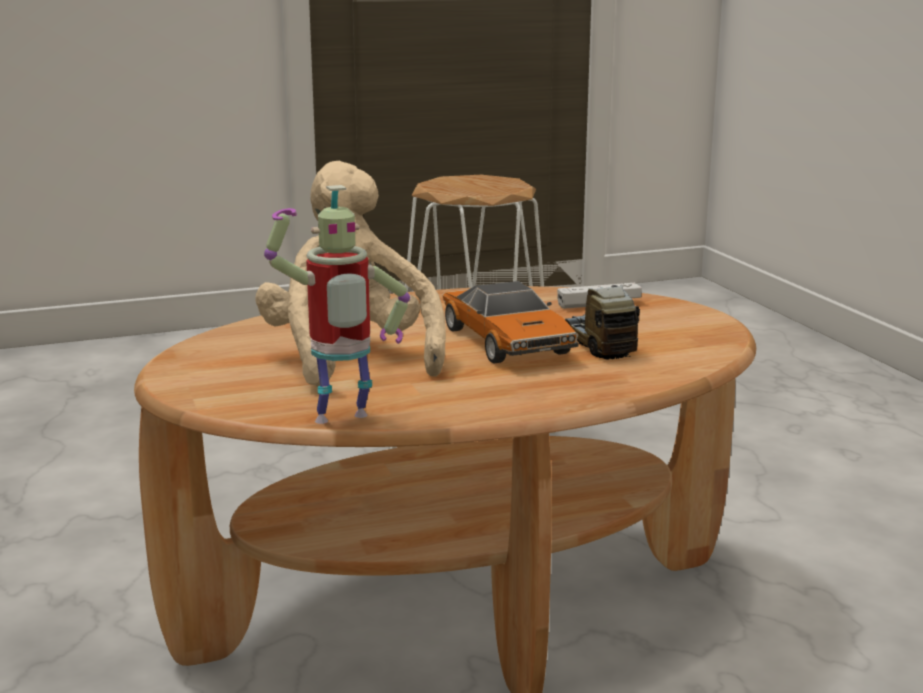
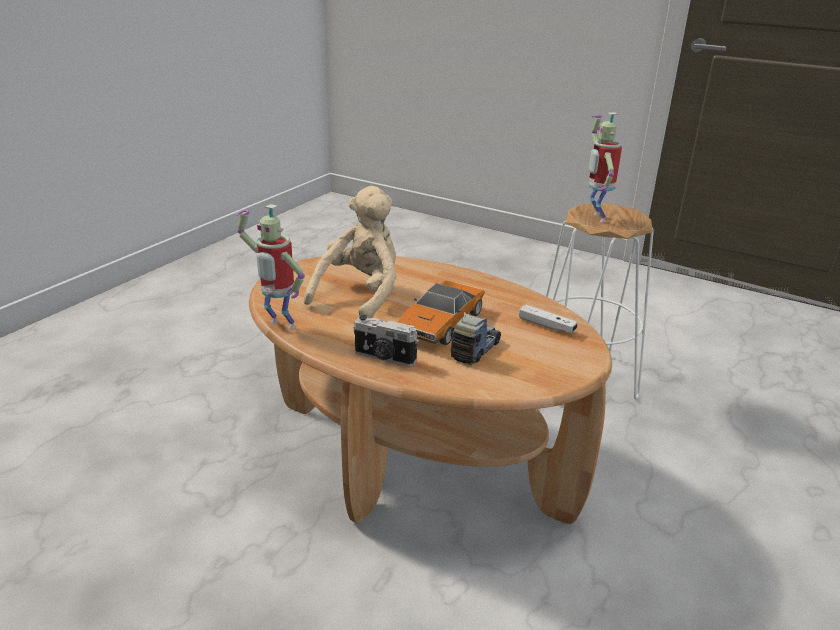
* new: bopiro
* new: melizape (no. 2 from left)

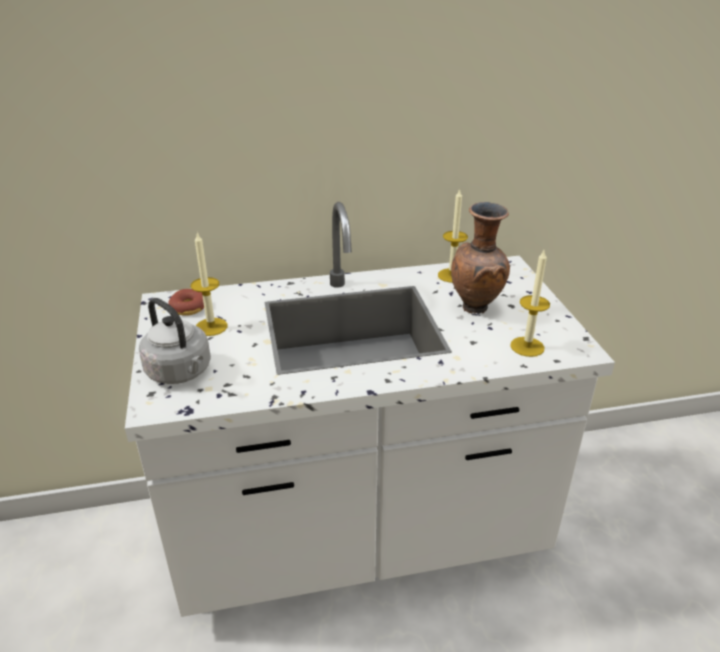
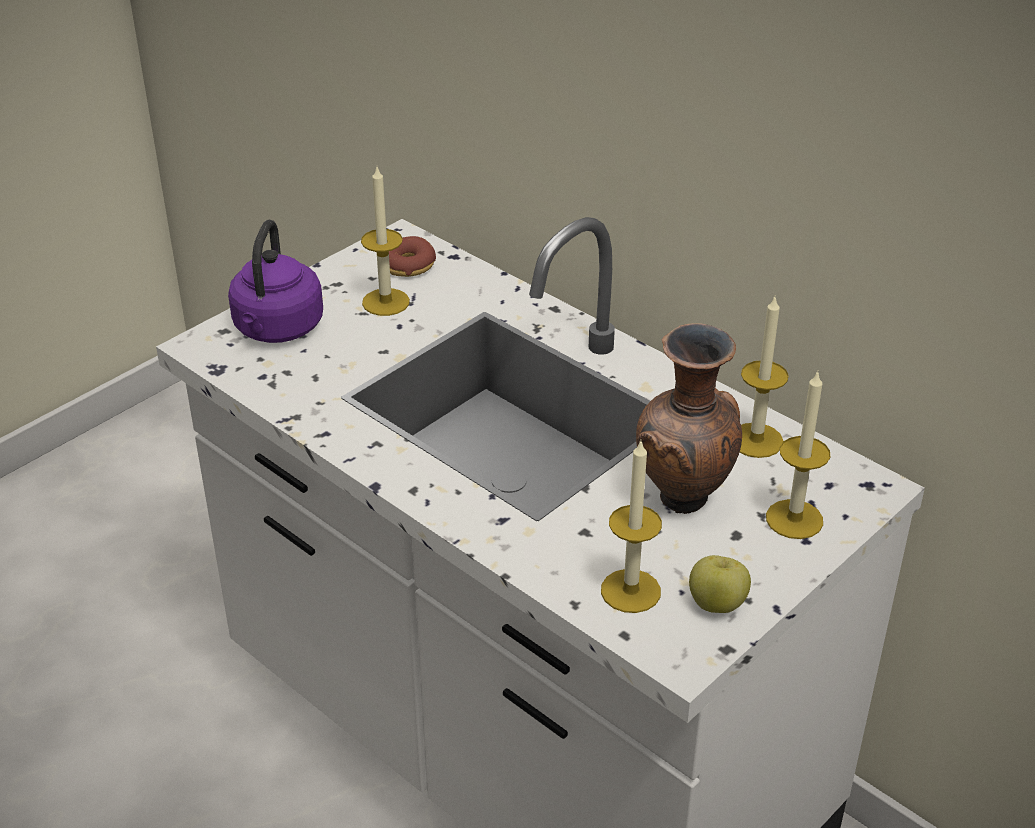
* new: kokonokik
* new: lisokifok (no. 4 from left)
* repainted: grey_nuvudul to purple_nuvudul

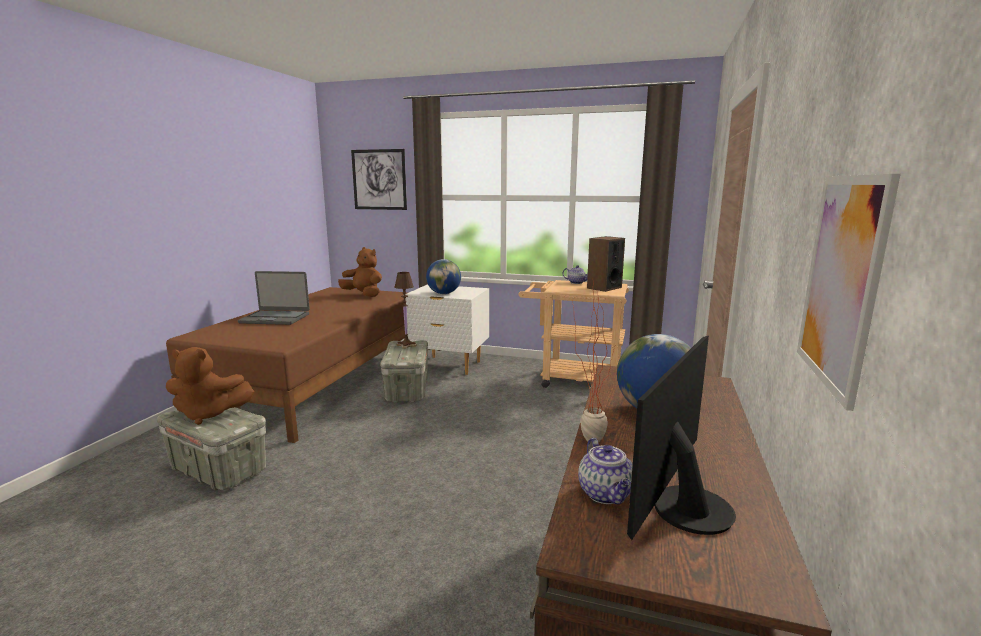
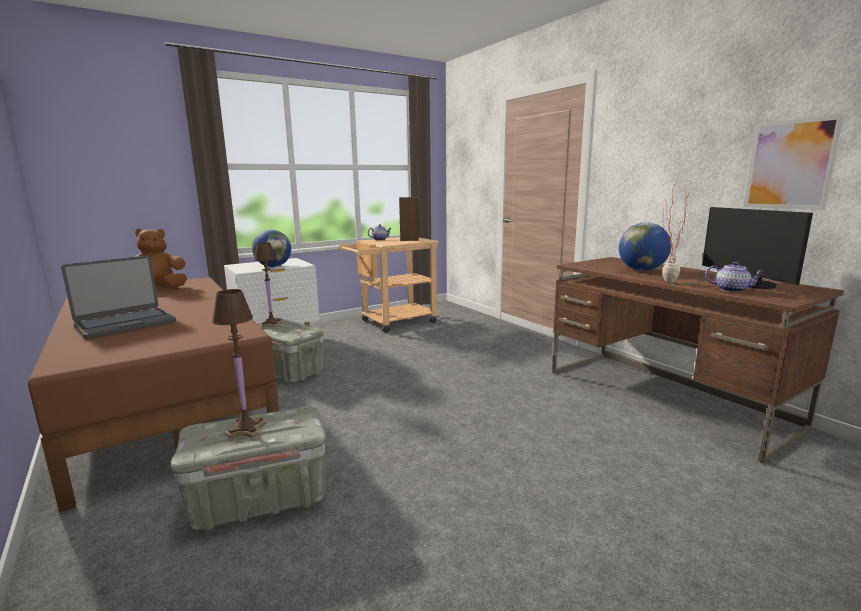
* gone: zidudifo (no. 1 from left)
* swapped: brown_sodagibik (no. 1 from left) to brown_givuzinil (no. 1 from left)

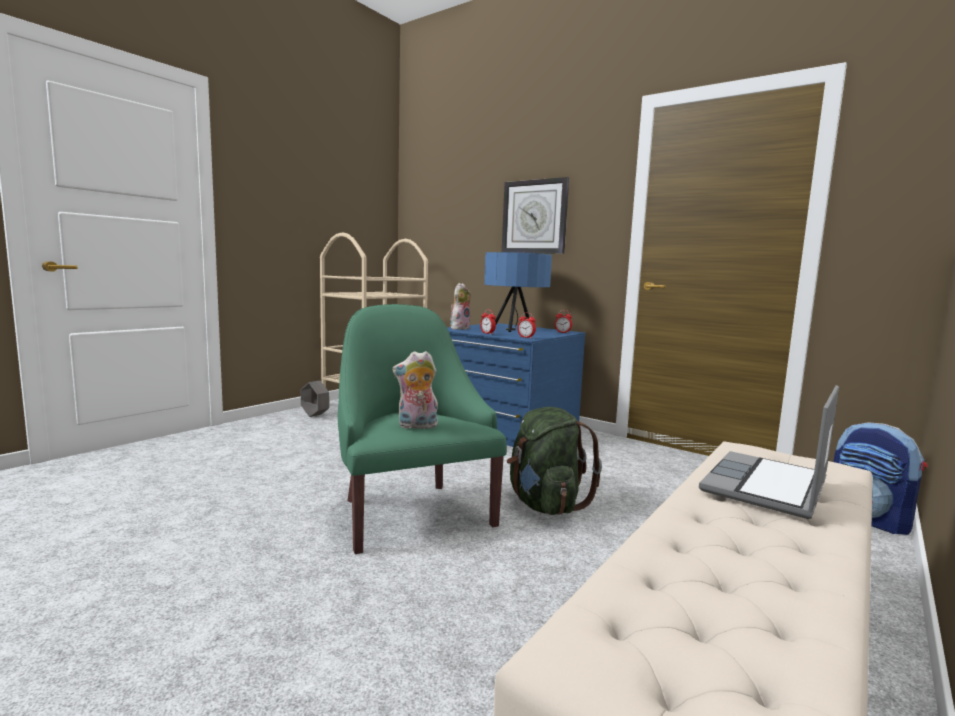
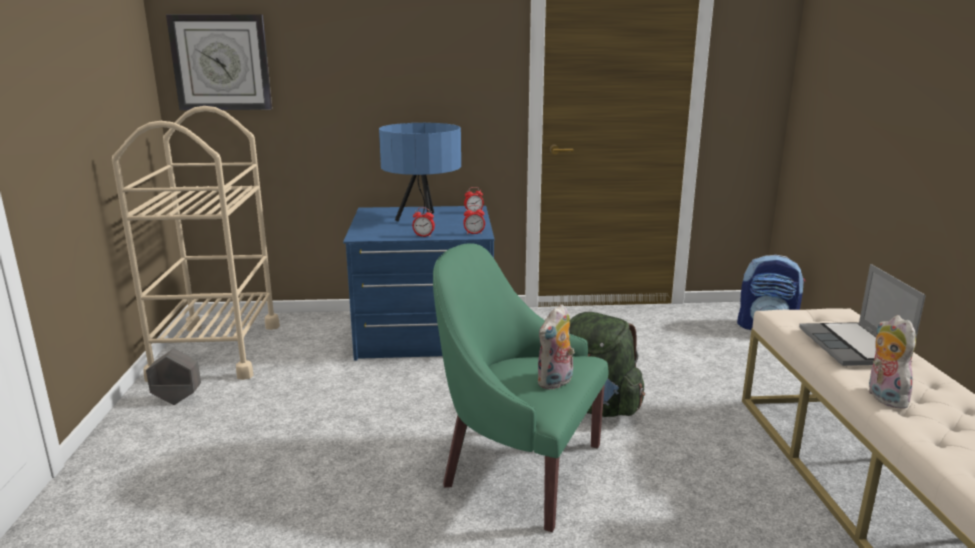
* shifted: sodagibik (no. 2 from left)
* shifted: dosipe

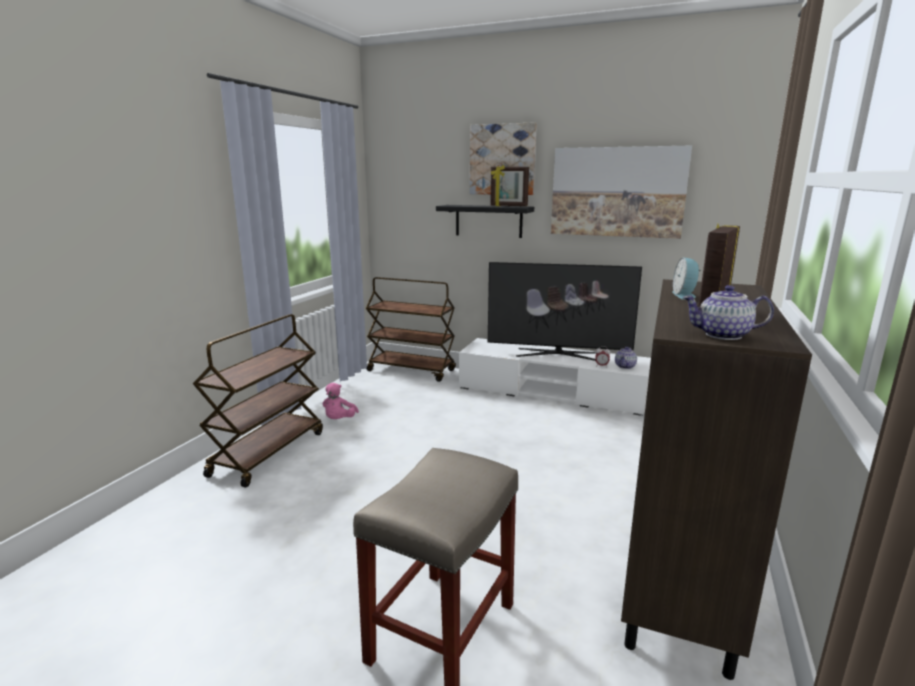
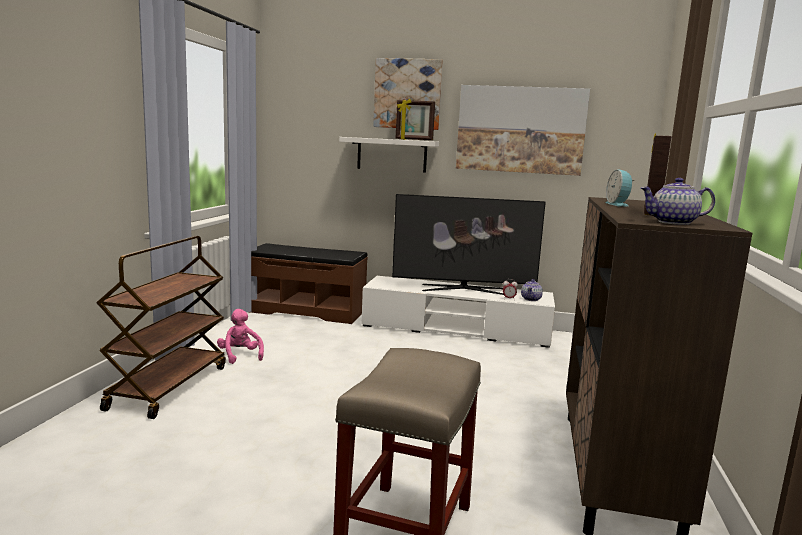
* swapped: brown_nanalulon (no. 2 from left) to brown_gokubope
* repainted: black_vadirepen to white_vadirepen
* rotated: pink_sodagibik 150 degrees clockwise

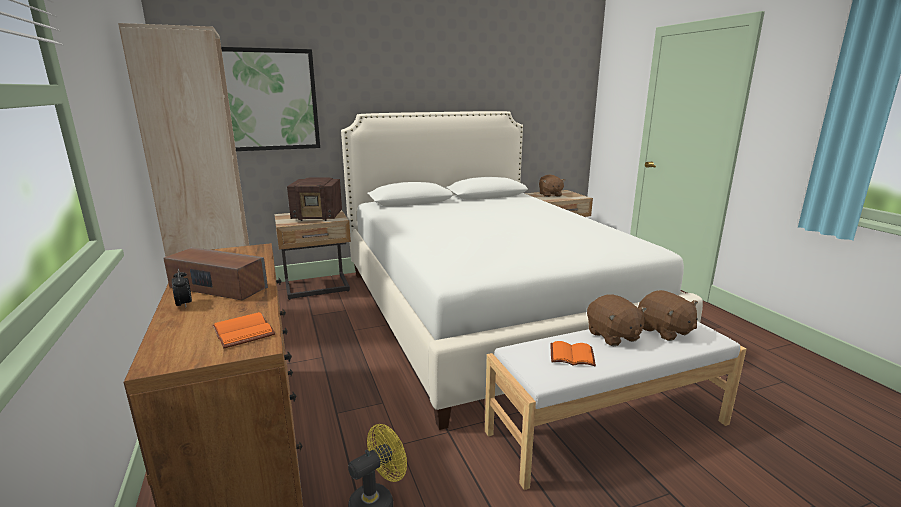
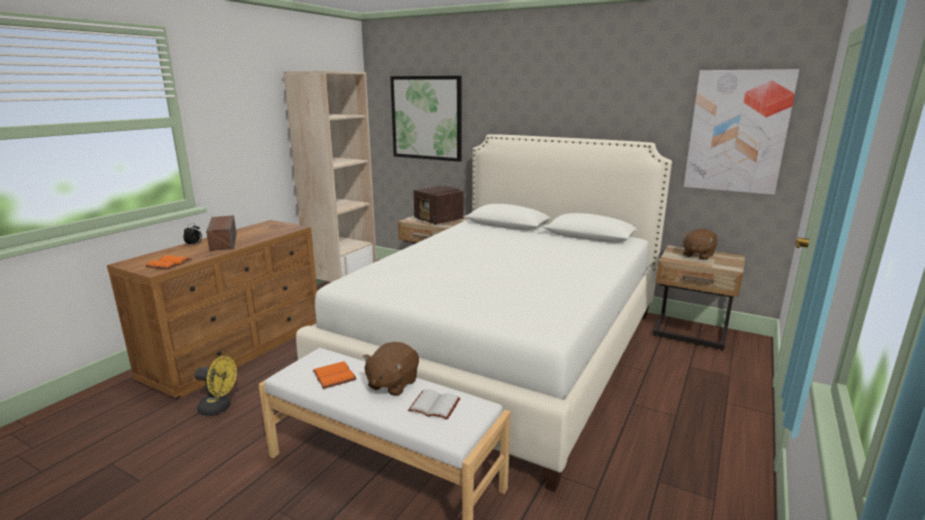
* new: zidudifo (no. 2 from left)
* swapped: brown_sodagibik (no. 3 from left) to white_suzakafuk

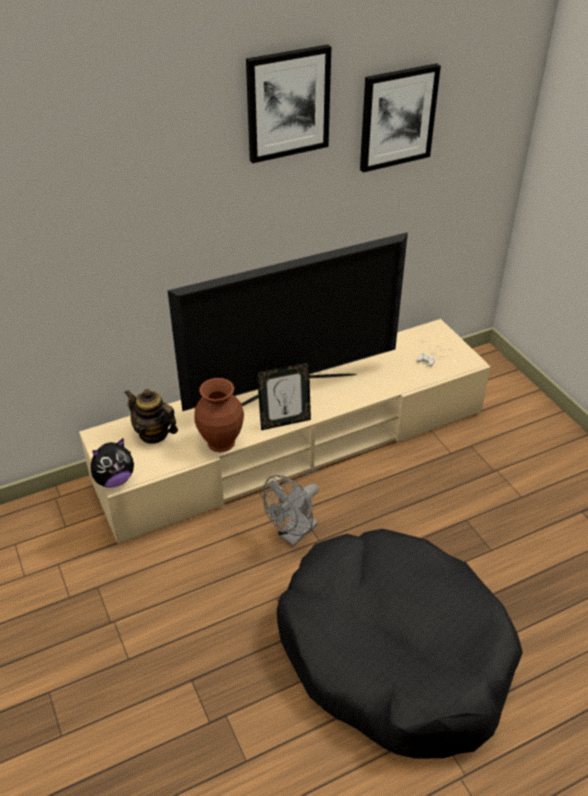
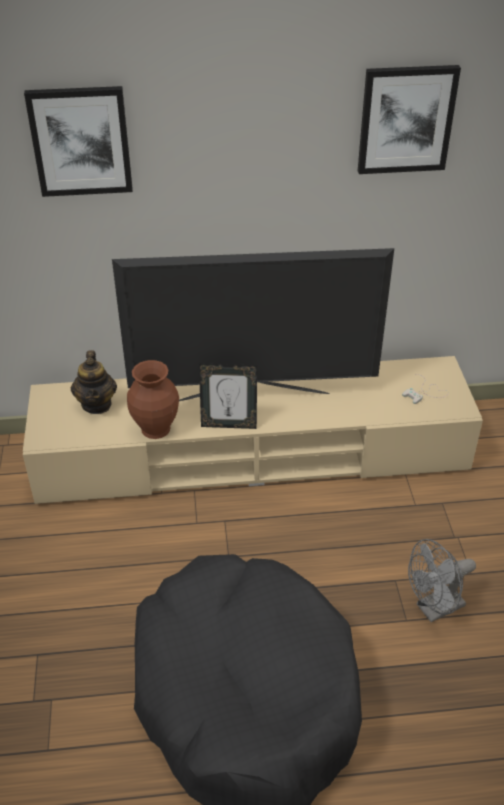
* gone: sodagibik
* shifted: zidudifo (no. 1 from left)
* shifted: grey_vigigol
* rotated: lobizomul 150 degrees counterclockwise

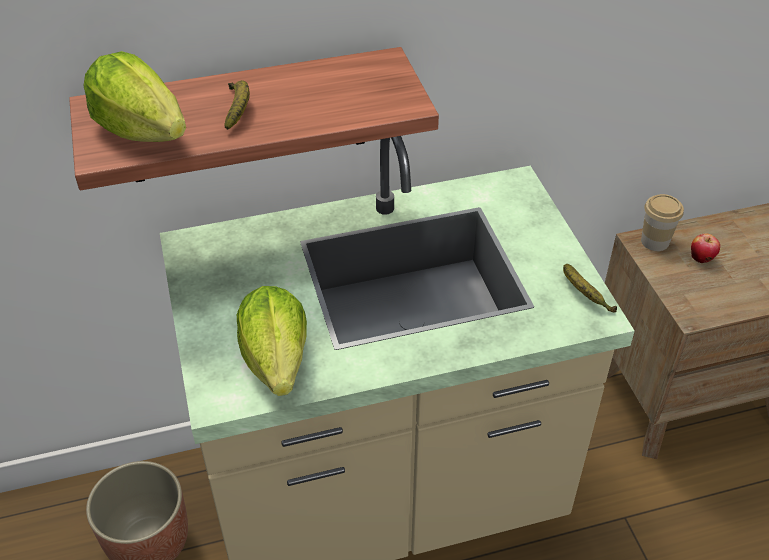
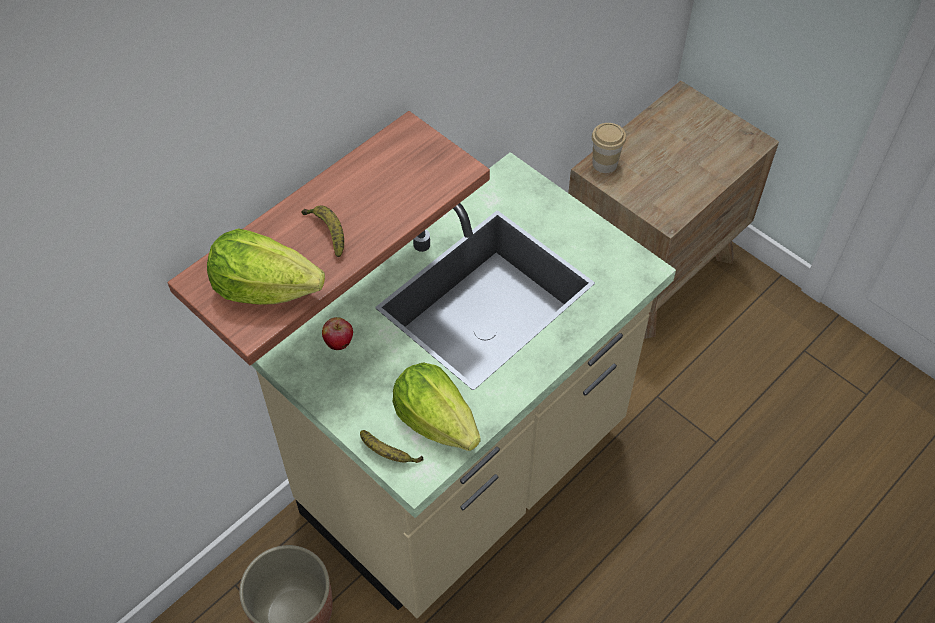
* shifted: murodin (no. 2 from left)
* shifted: kokonokik

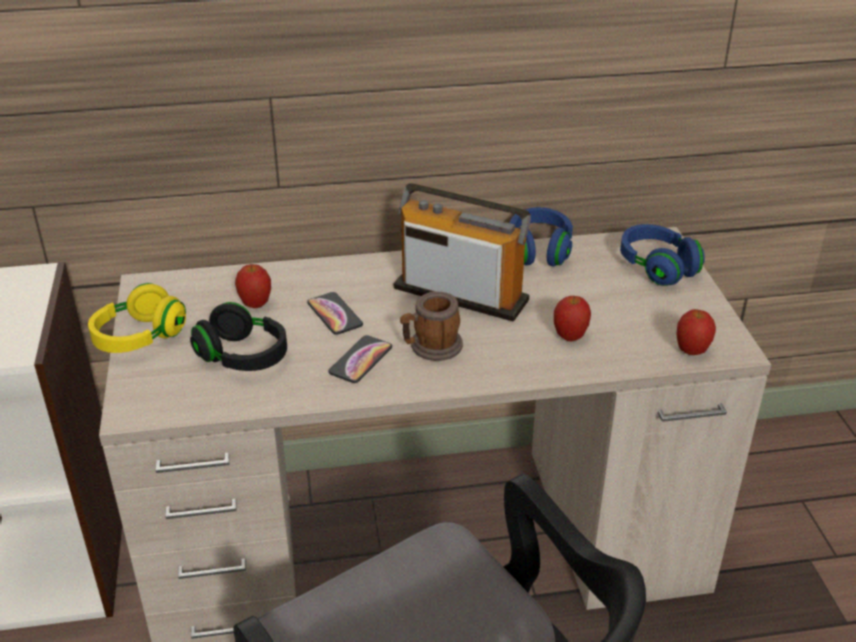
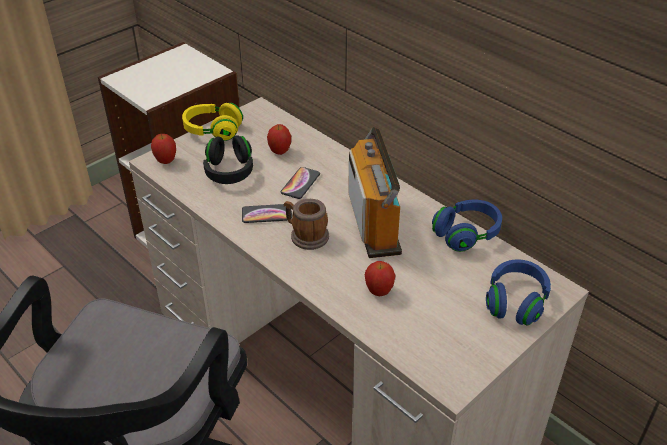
* shifted: kokonokik (no. 3 from left in the first image) to kokonokik (no. 1 from left)

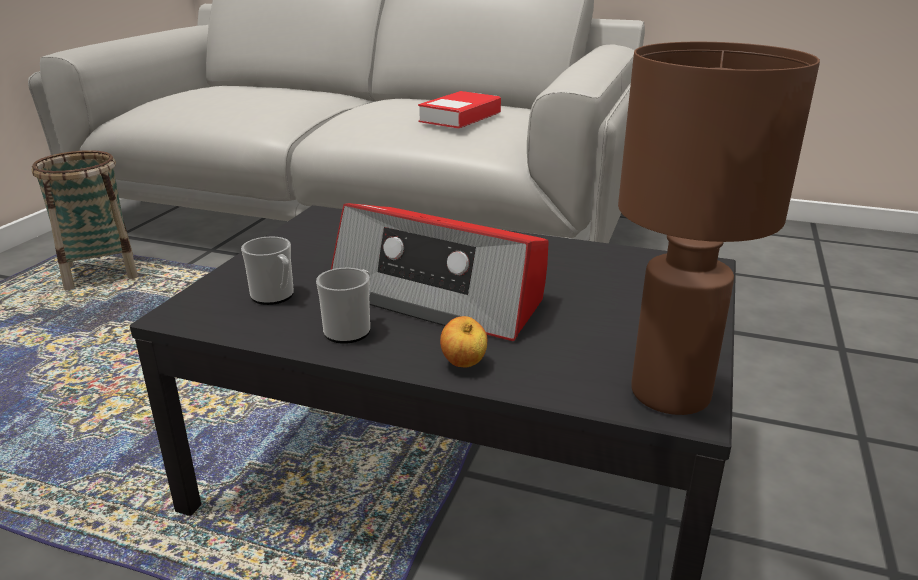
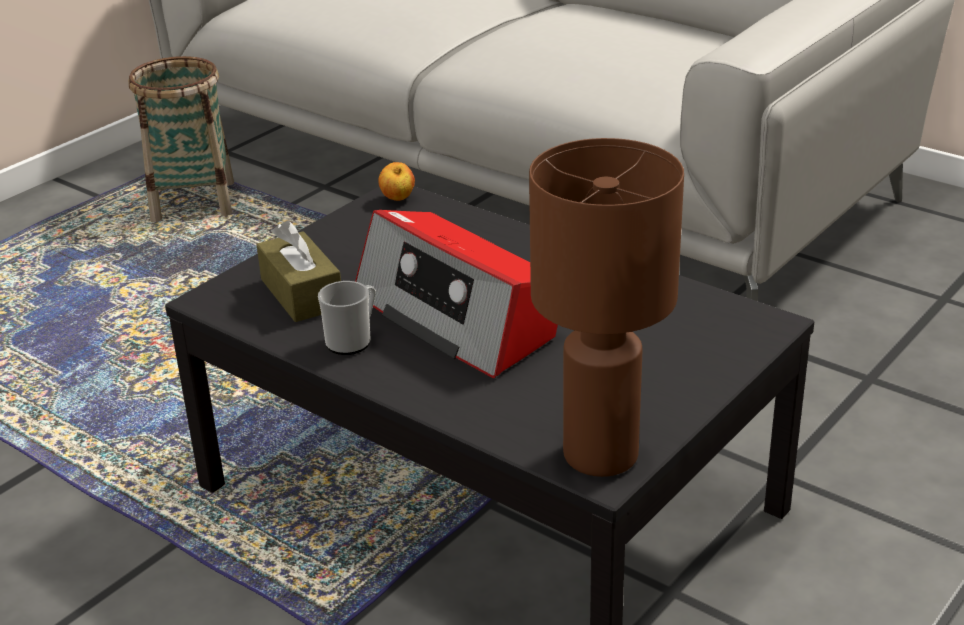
* gone: suzakafuk
* shifted: kokonokik
* swapped: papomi (no. 1 from left) to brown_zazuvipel

